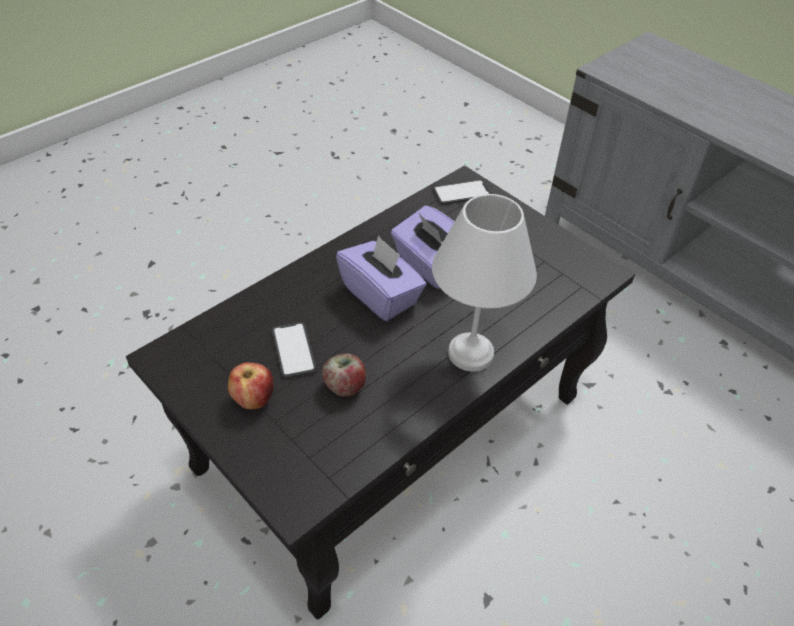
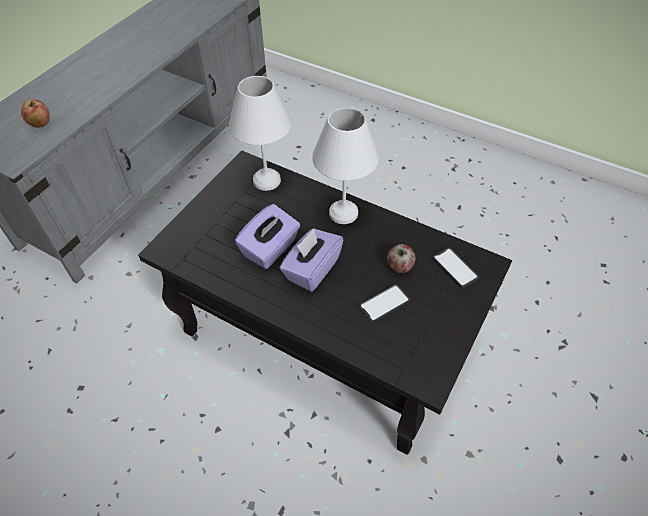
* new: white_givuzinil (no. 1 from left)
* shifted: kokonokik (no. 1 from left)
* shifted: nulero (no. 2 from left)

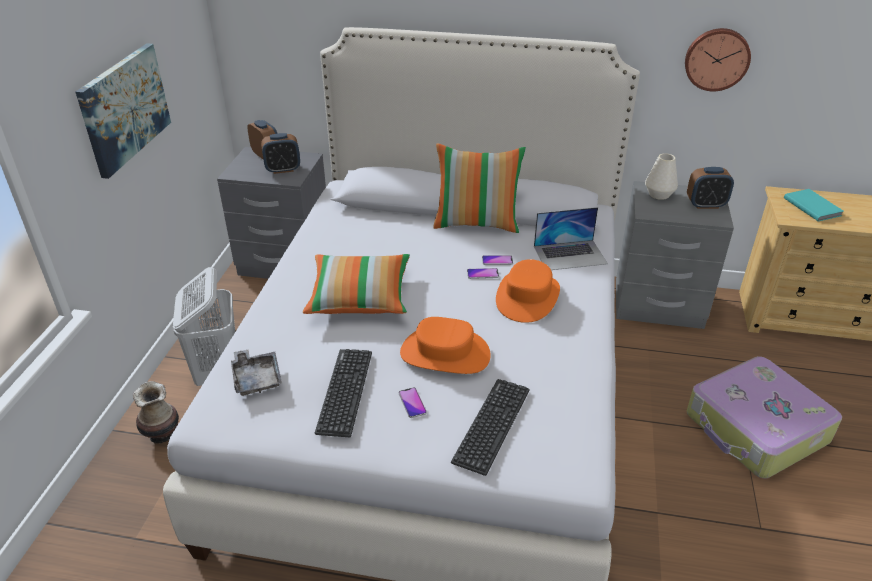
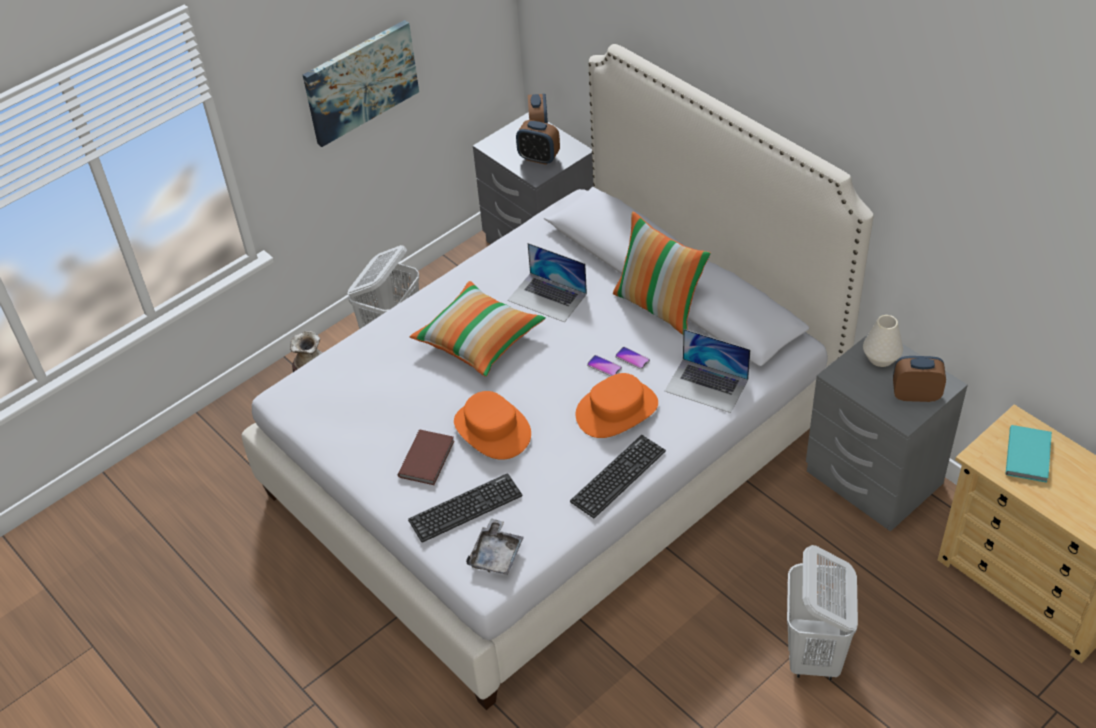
* gone: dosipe
* new: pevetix (no. 1 from left)
* shifted: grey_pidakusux
* shifted: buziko (no. 1 from left in the first image) to buziko (no. 2 from left)
* swapped: nulero (no. 1 from left) to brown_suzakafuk
* swapped: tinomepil to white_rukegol (no. 2 from left)
* rotated: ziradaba (no. 3 from left) 150 degrees clockwise

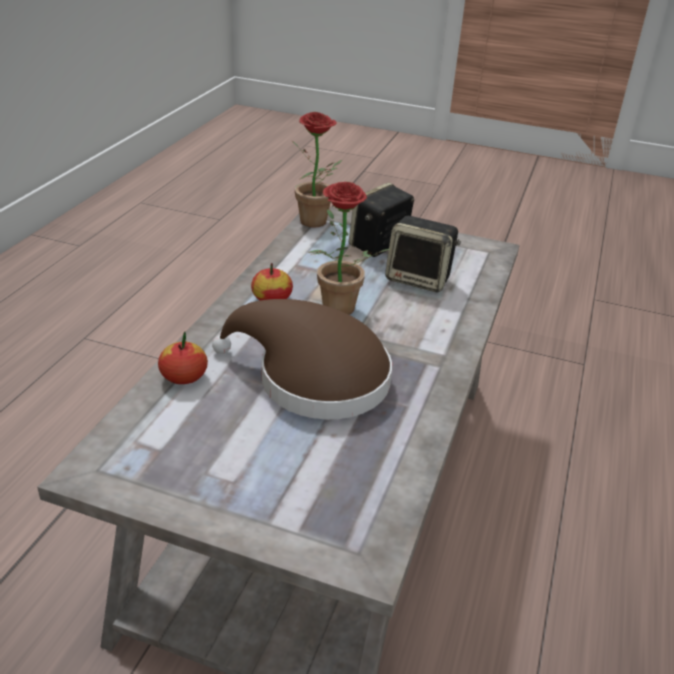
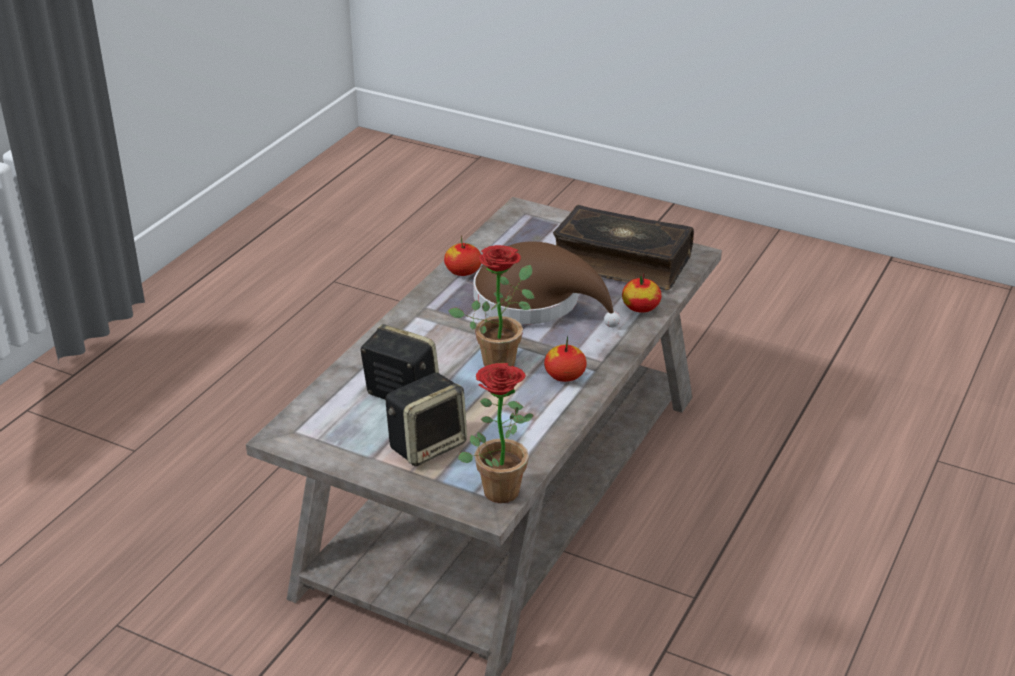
* new: kokonokik (no. 1 from left)
* new: suzakafuk

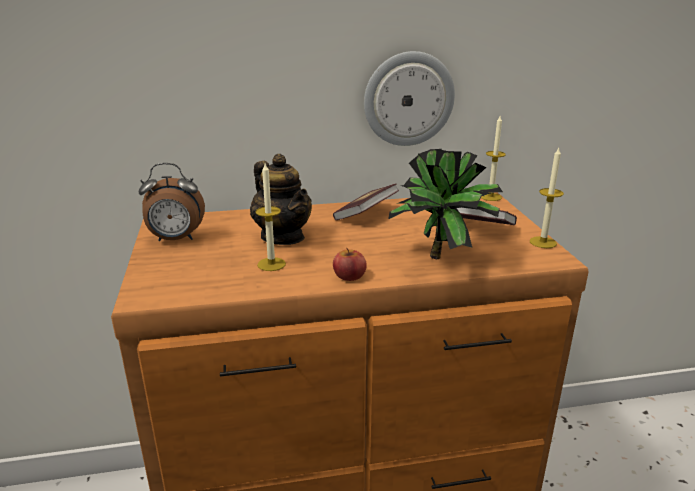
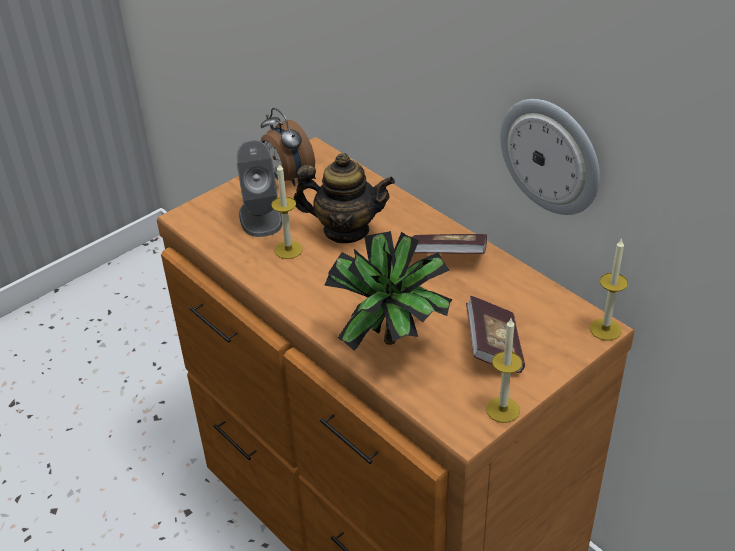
* gone: kokonokik
* new: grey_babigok
* rotated: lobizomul 105 degrees counterclockwise

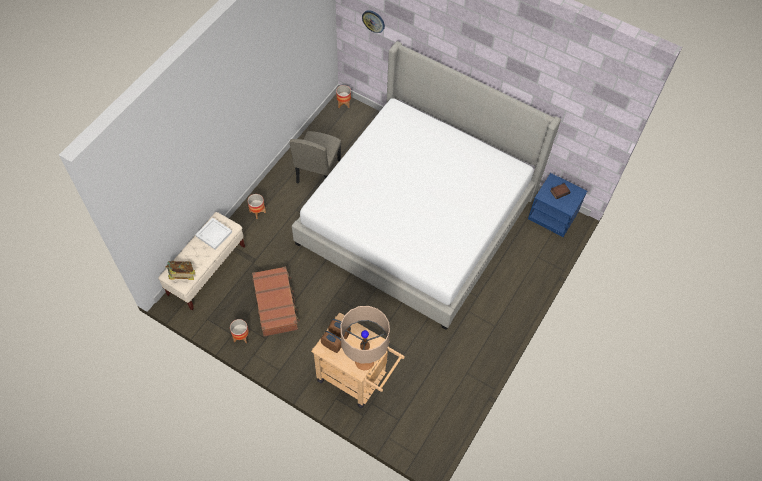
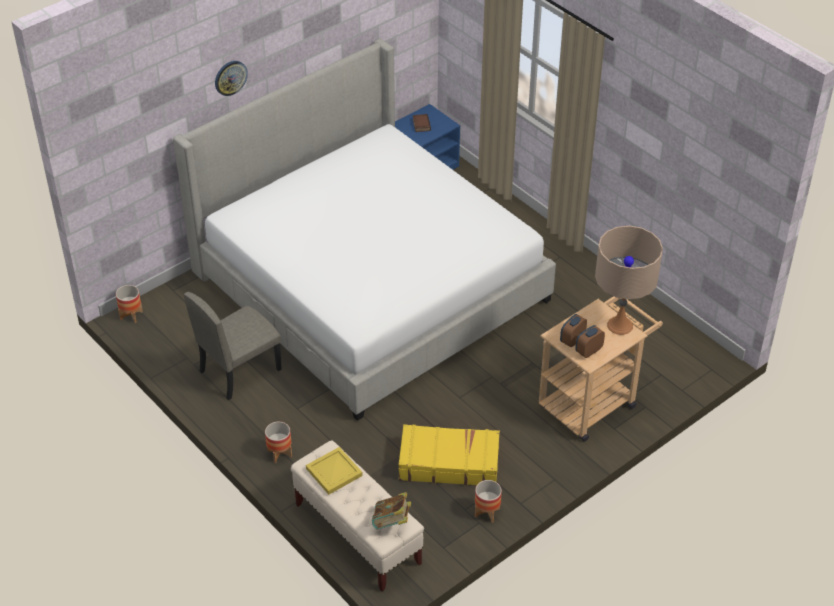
* shifted: dosipe
* repainted: white_pidakusux to yellow_pidakusux
* repainted: brown_tinomepil to yellow_tinomepil
* rotated: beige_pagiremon 105 degrees clockwise

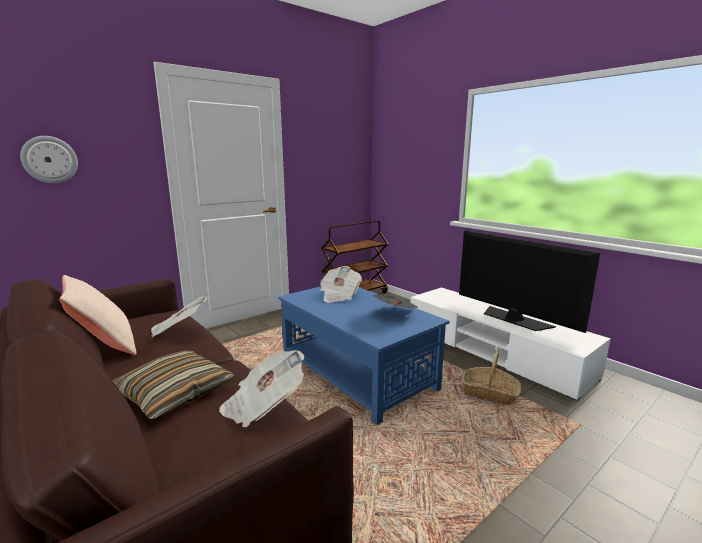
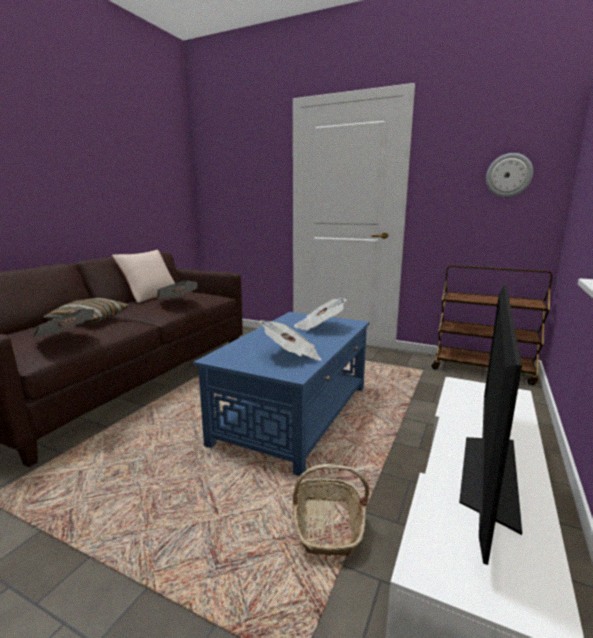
* shifted: dosipe

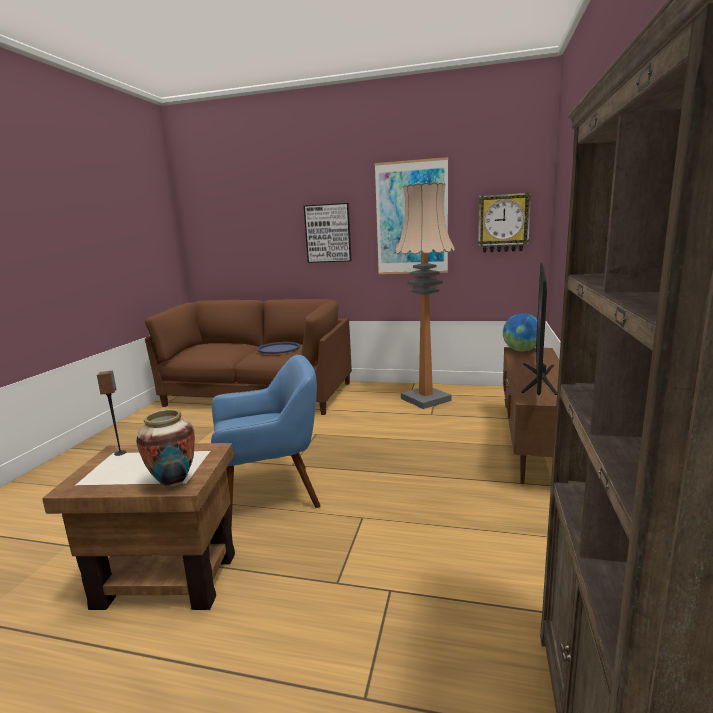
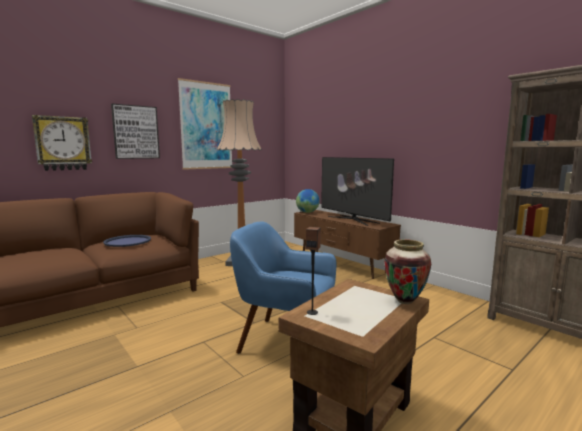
* shifted: dosipe
* rotated: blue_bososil 90 degrees counterclockwise

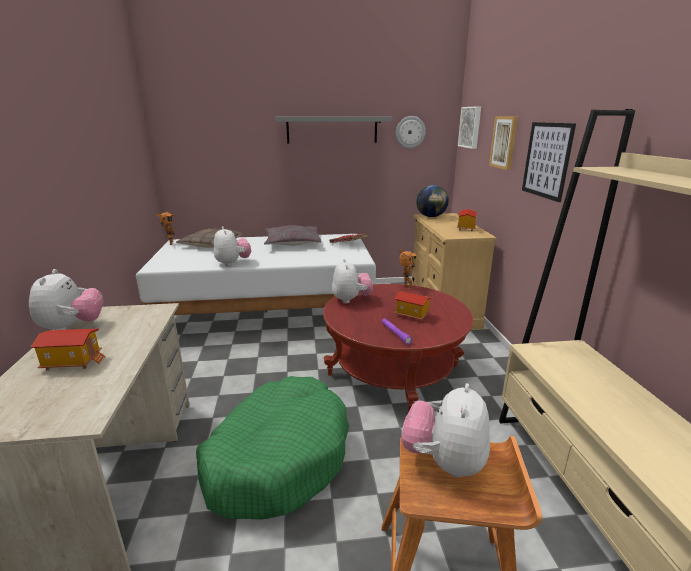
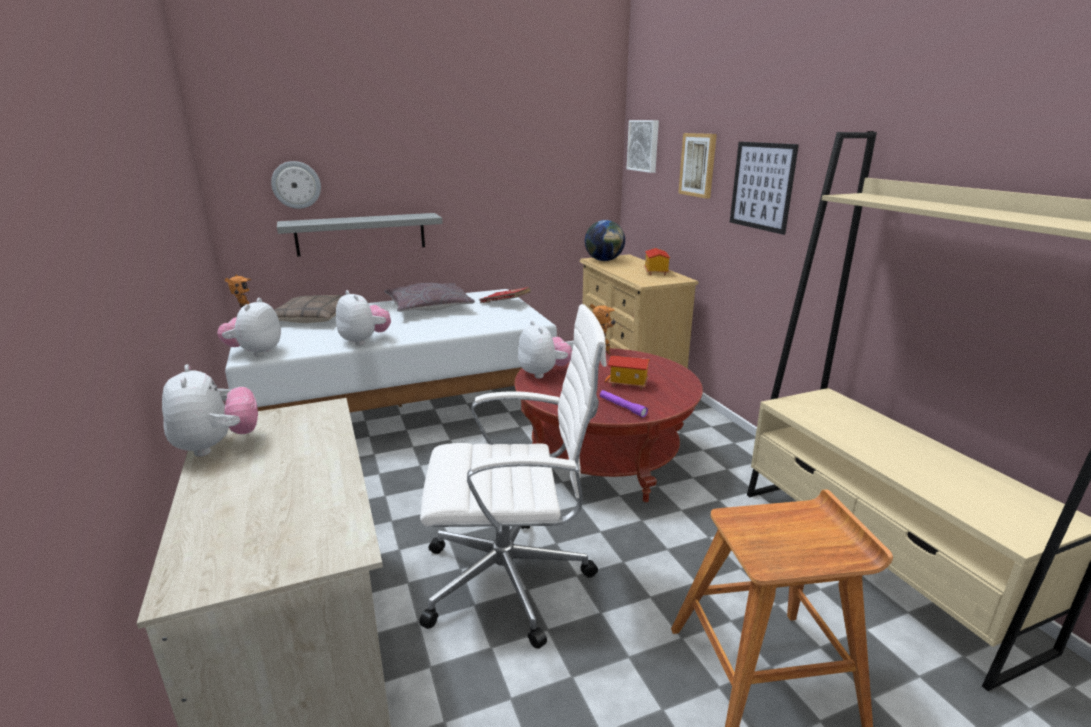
* gone: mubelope (no. 1 from left)
* shifted: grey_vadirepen
* shifted: dosipe
* shifted: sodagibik (no. 4 from left in the first image) to sodagibik (no. 2 from left)
* swapped: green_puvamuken to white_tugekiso

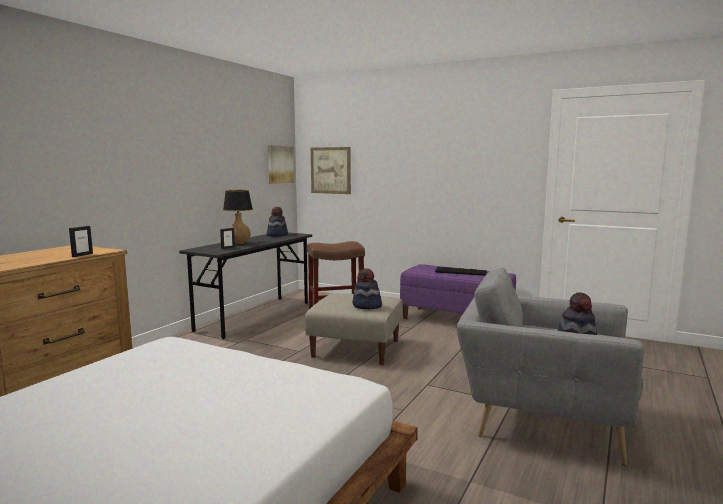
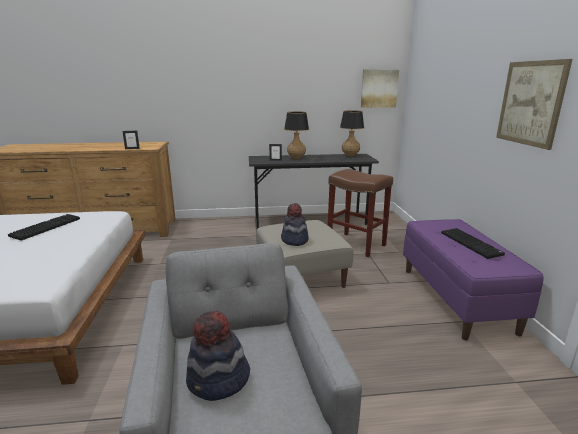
* new: buziko (no. 1 from left)
* shifted: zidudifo (no. 2 from left)
* swapped: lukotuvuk (no. 1 from left) to givuzinil (no. 2 from left)

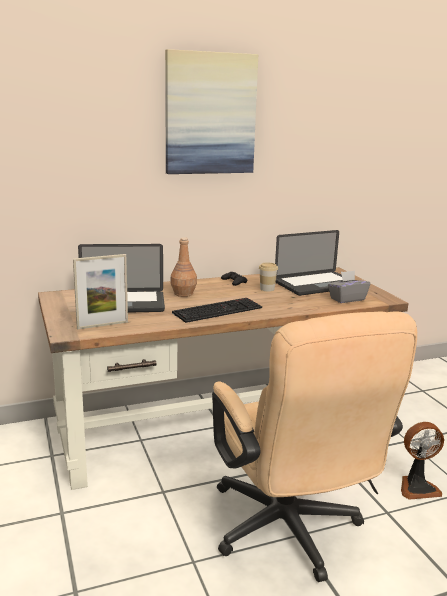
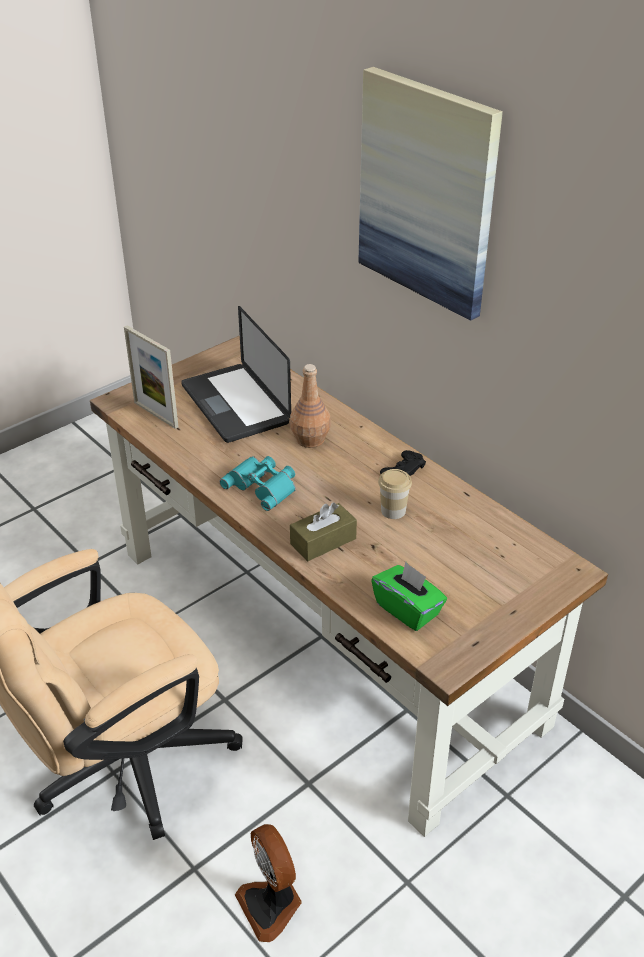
* gone: pevetix (no. 2 from left)
* new: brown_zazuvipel
* swapped: buziko to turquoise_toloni
* repainted: grey_zazuvipel to green_zazuvipel

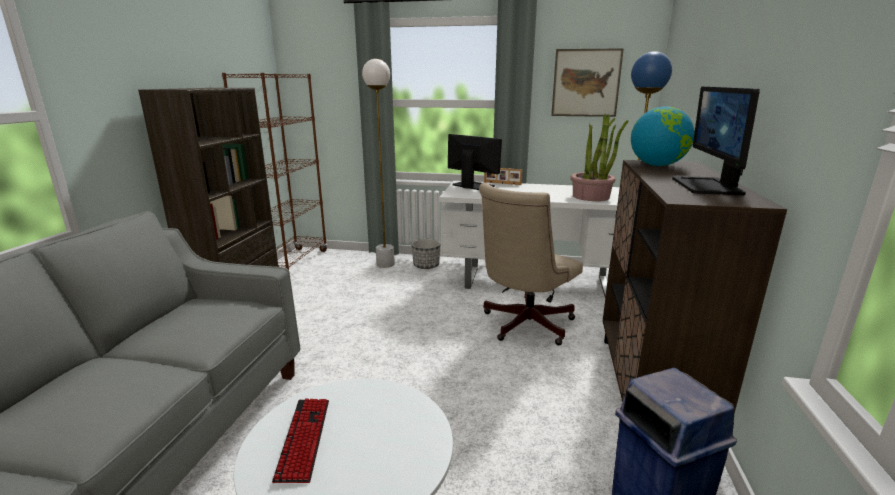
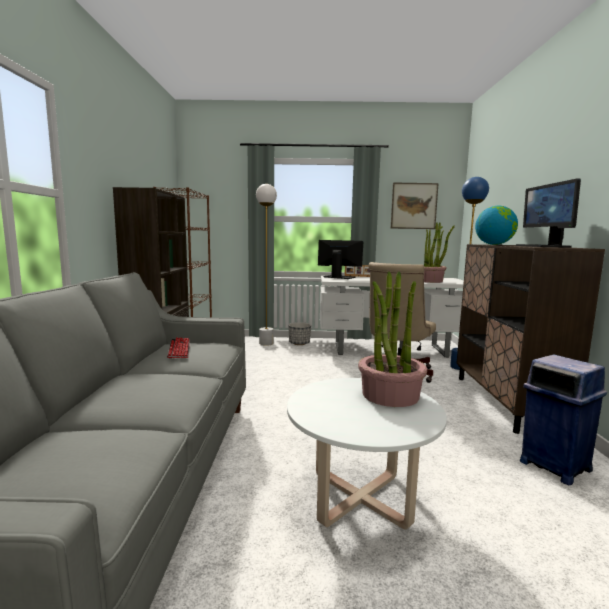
* new: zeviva (no. 1 from left)
* shifted: buziko

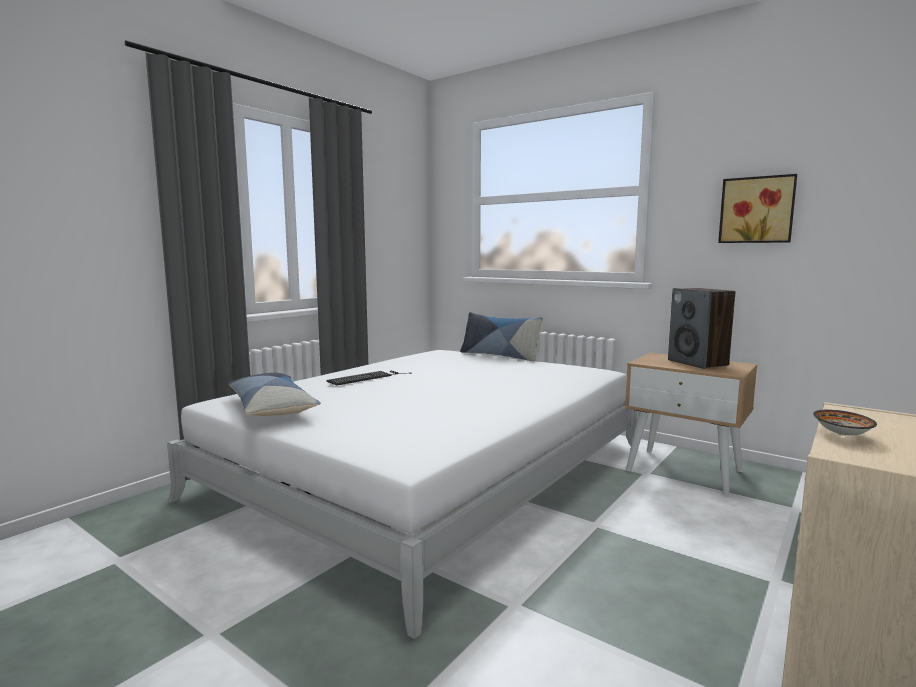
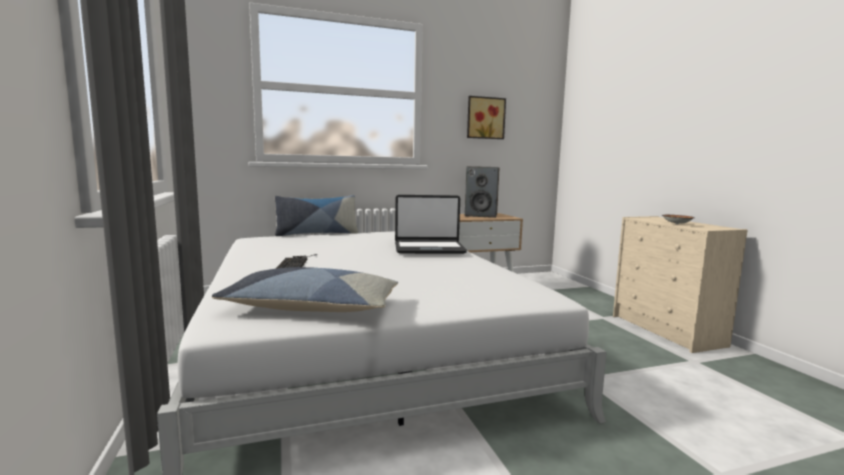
* new: pevetix

